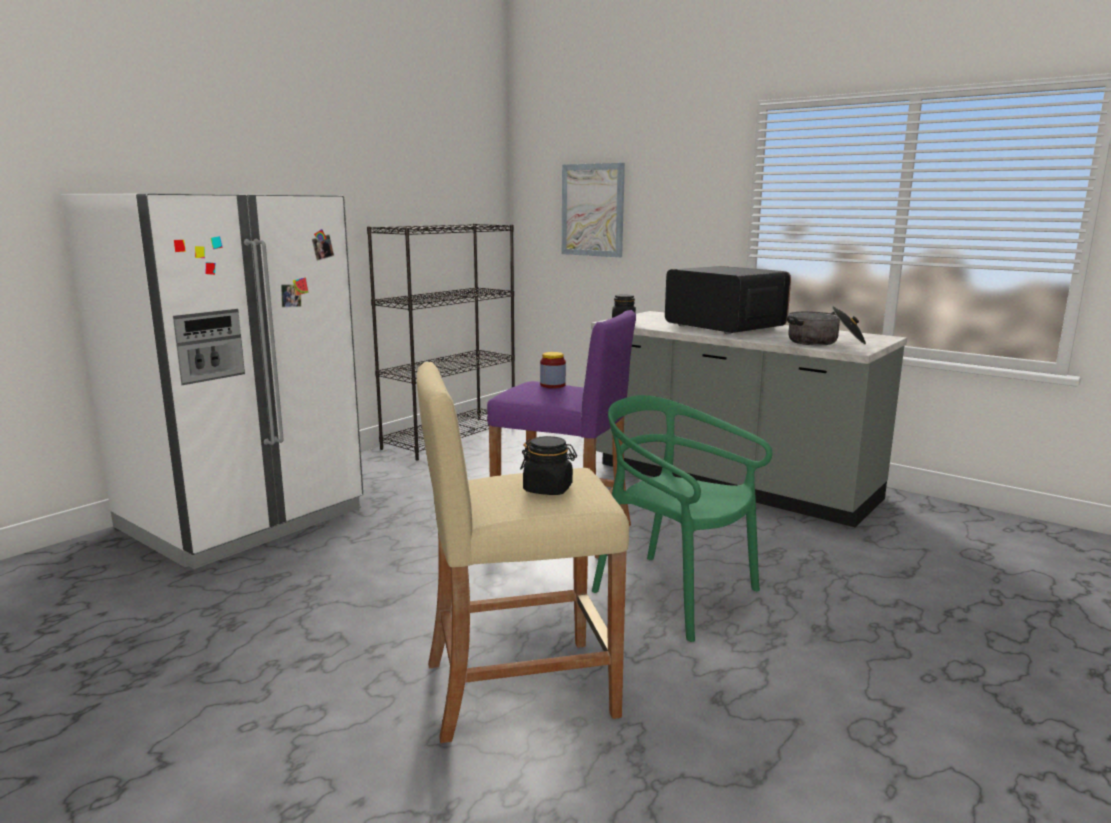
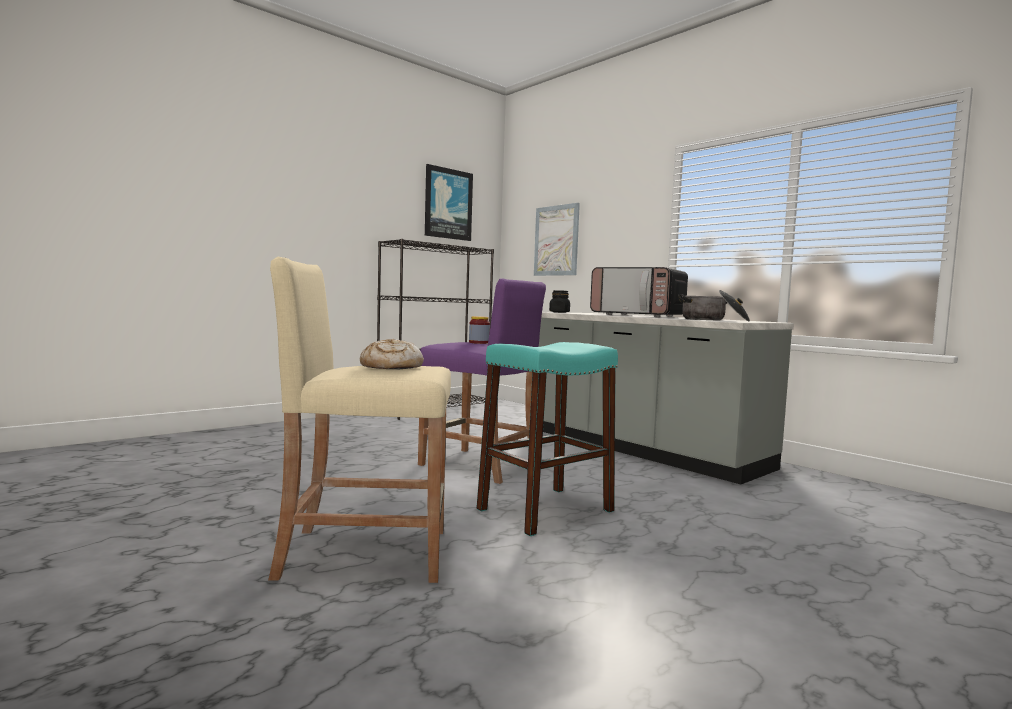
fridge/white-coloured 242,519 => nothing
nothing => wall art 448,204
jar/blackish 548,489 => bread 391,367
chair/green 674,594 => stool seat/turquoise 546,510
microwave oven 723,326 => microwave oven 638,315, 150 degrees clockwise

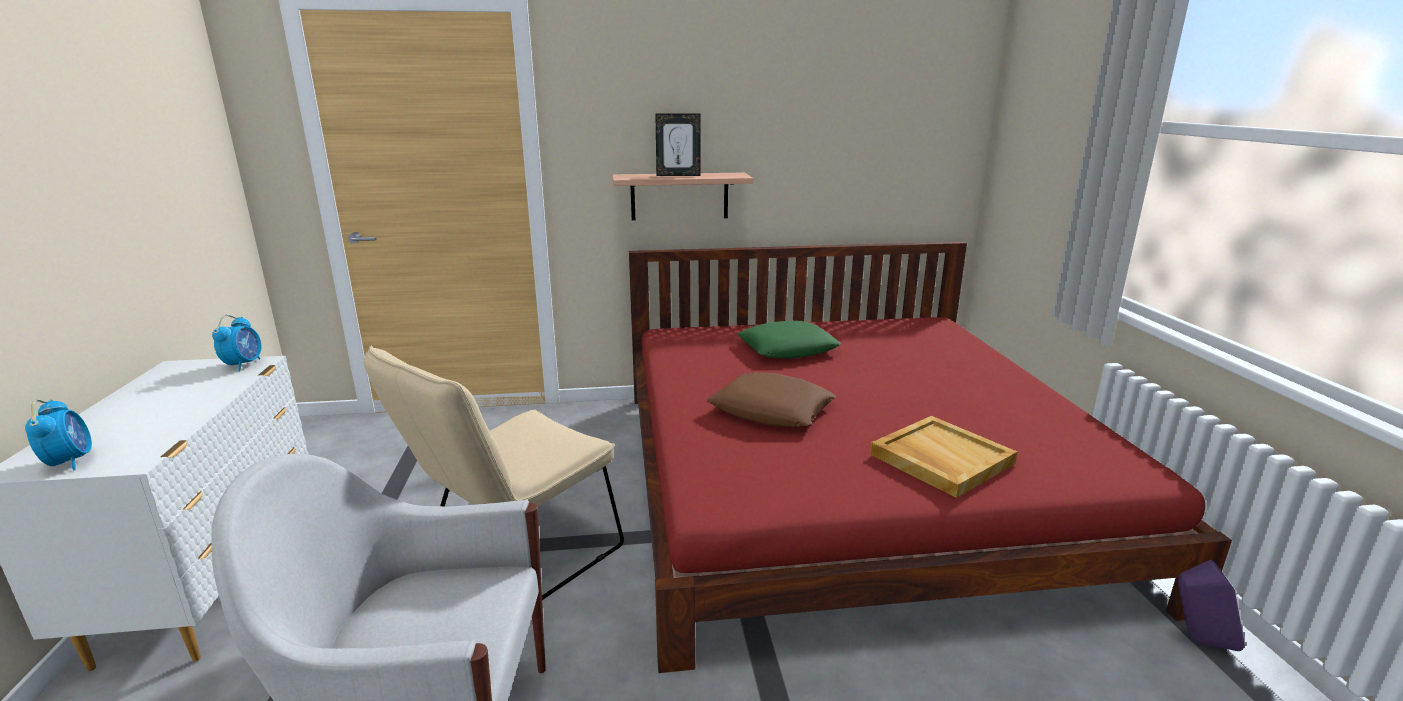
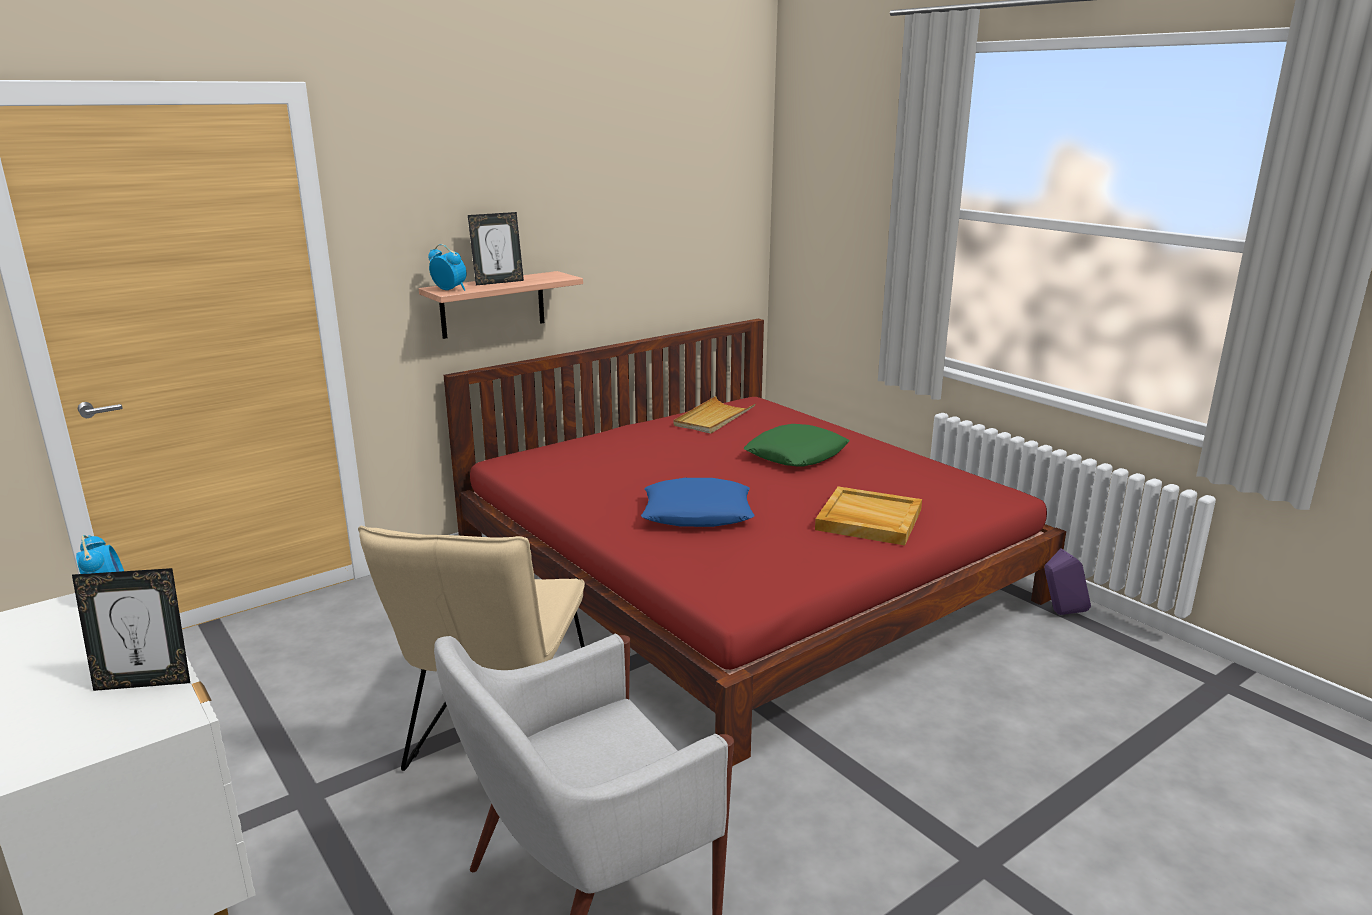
nothing => picture frame 145,682
nothing => serving tray/beige-coloured 713,418
bedside clock 70,462 => bedside clock 449,290, relocated
cushion/green 788,348 => cushion/green 796,454, relocated
cushion/brown 771,410 => cushion/blue-coloured 697,513

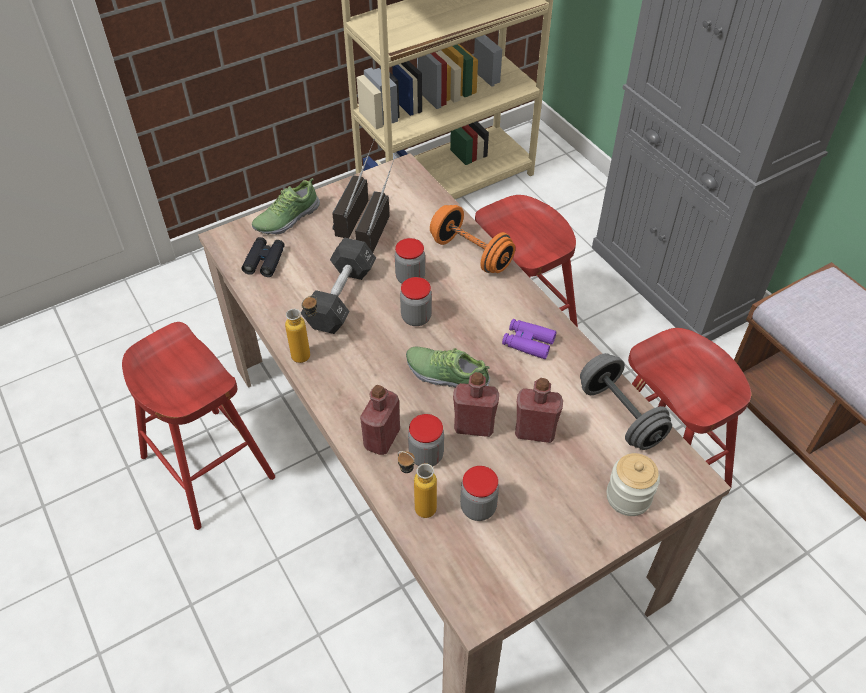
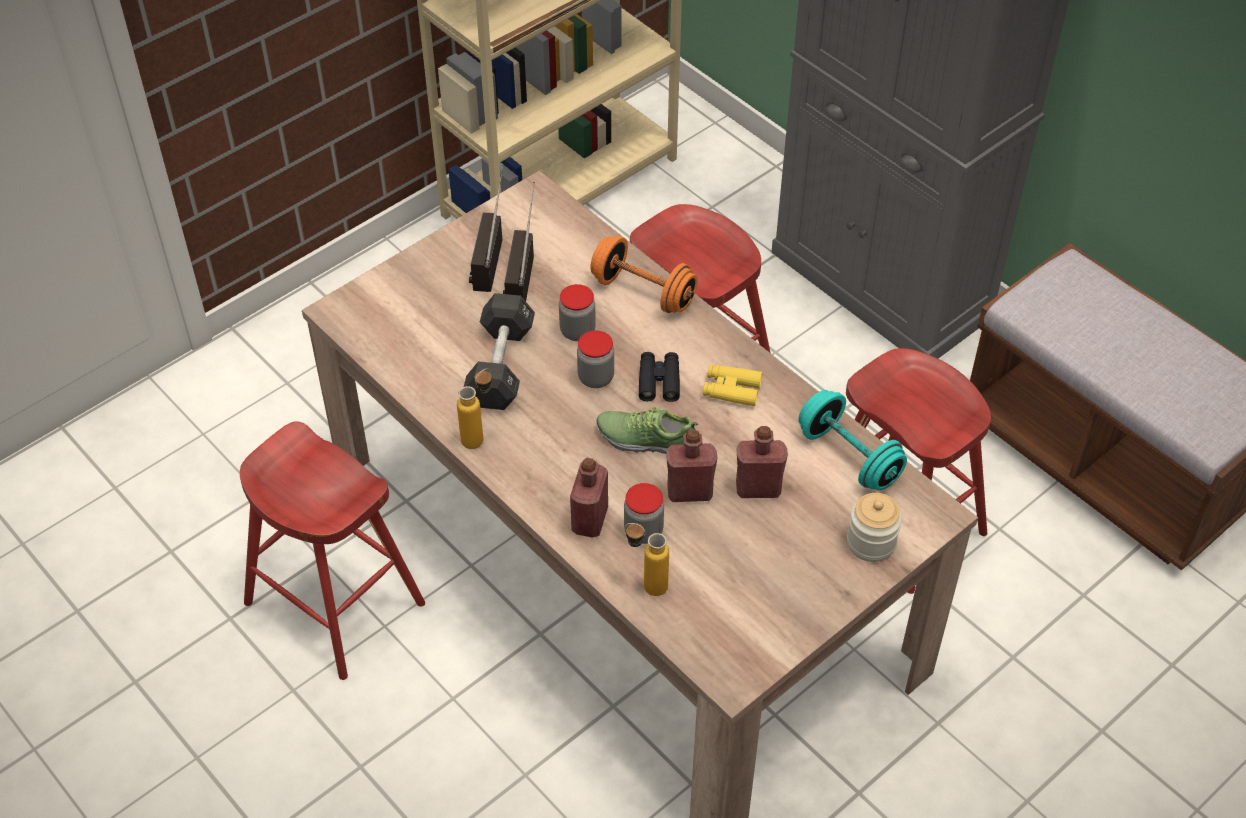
item of footwear 286,218 => nothing
jar 478,507 => nothing
field glasses/blackish 264,261 => field glasses/blackish 659,381, relocated
field glasses/purple-coloured 528,342 => field glasses/yellow 731,389
dumbbell/grey 620,415 => dumbbell/turquoise 849,457

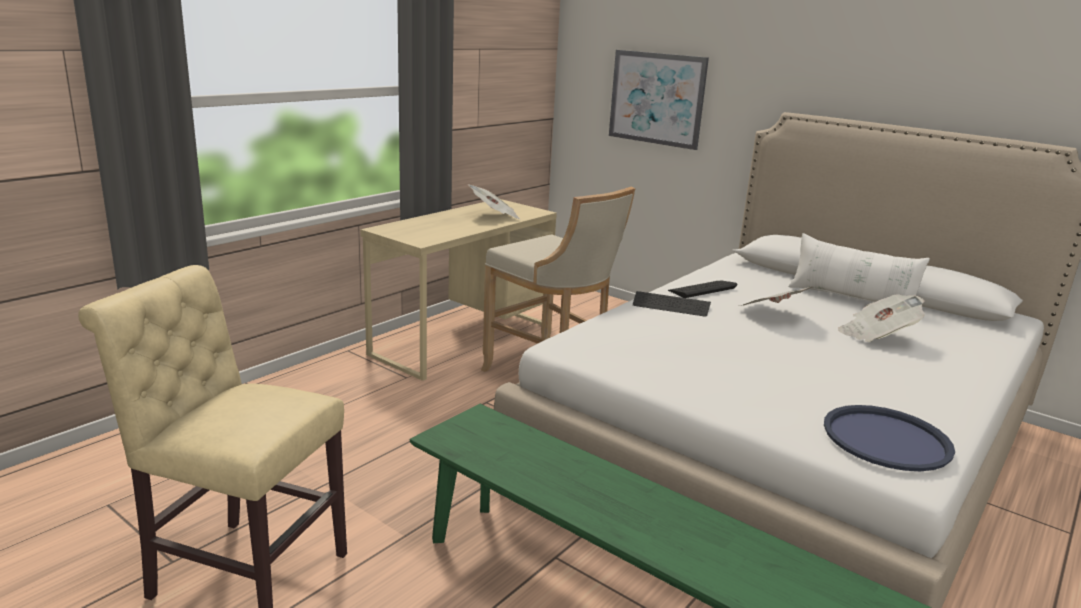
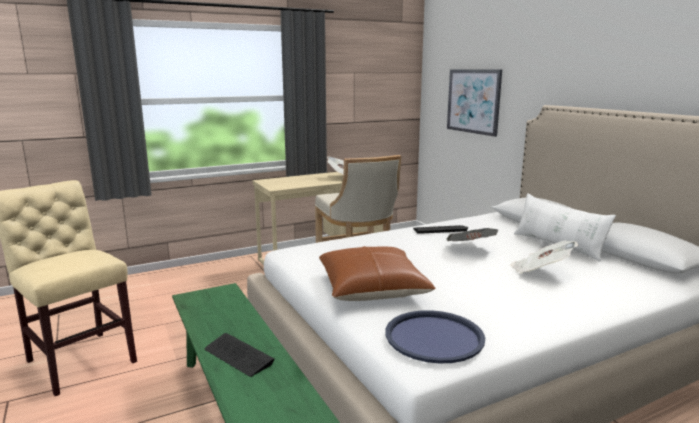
nothing => cushion/brown 372,288
PC keyboard 671,306 => PC keyboard 238,356, relocated

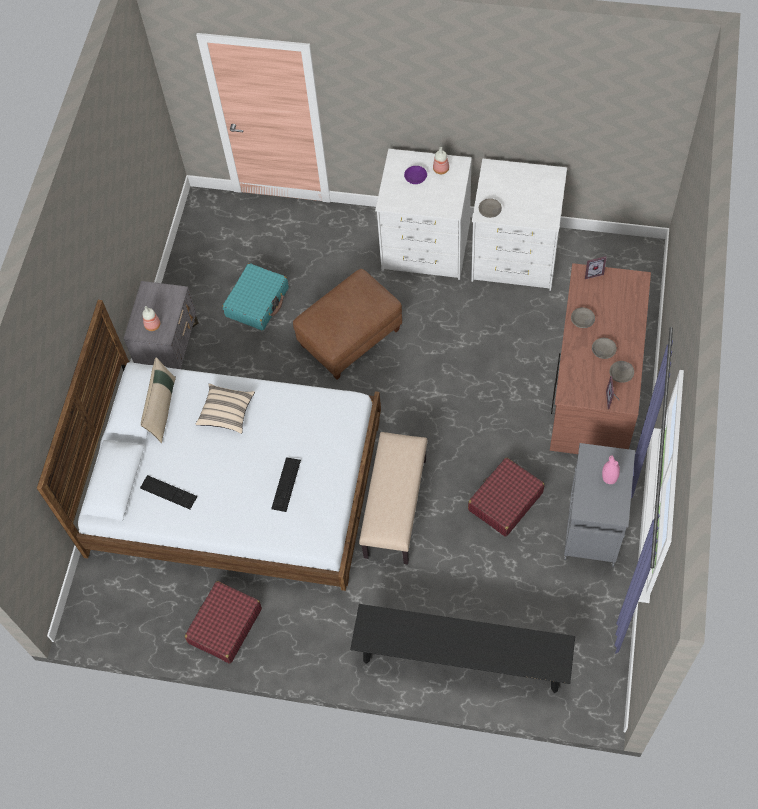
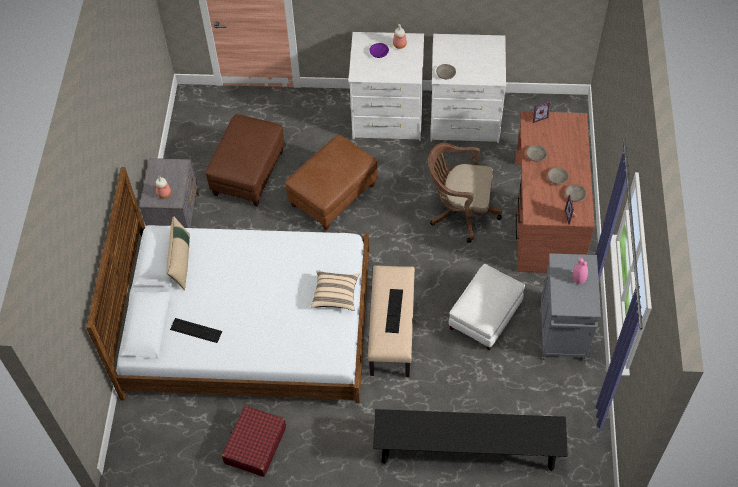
nothing => desk chair/brown 460,212
cushion/beige-coloured 226,413 => cushion/beige-coloured 335,295, relocated
PC keyboard 286,484 => PC keyboard 394,310, relocated
piece of luggage/turquoise 257,302 => footrest/brown 248,173
piece of luggage/red 505,501 => footrest/white-coloured 485,317

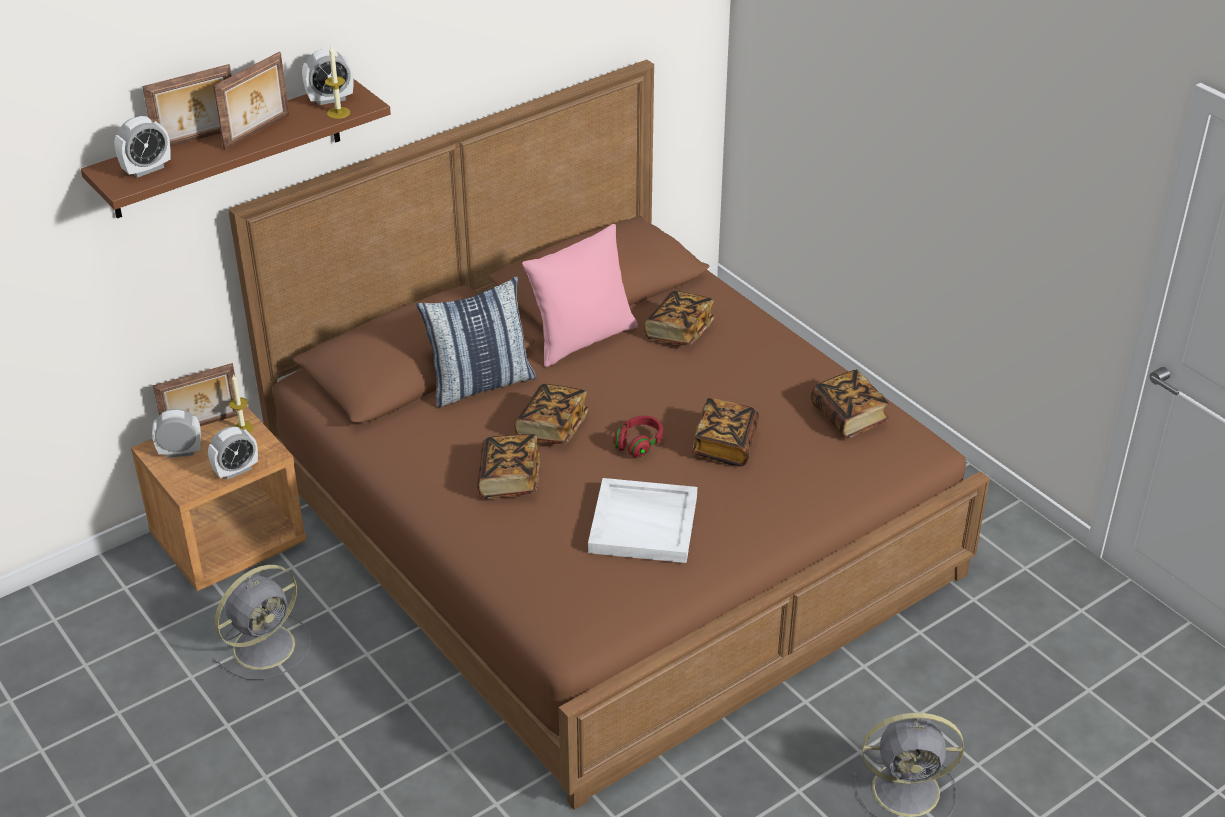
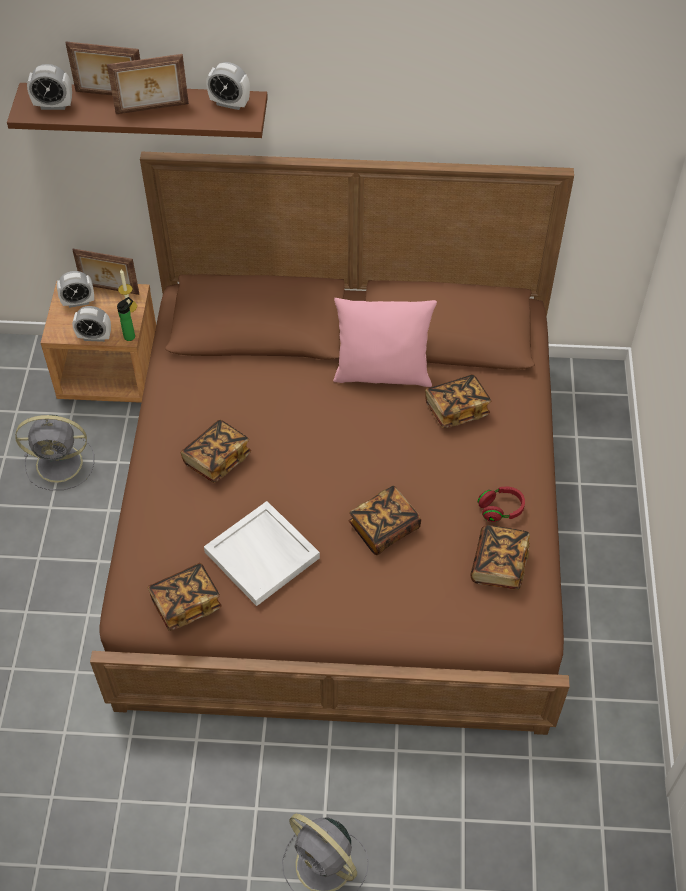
wax light 338,113 => nothing
cushion 480,384 => nothing
nothing => bottle 131,335
bound book 552,427 => bound book 186,603, relocated
headphones/red 639,444 => headphones/red 501,509, relocated
bedside clock 180,452 => bedside clock 78,302, 135 degrees clockwise

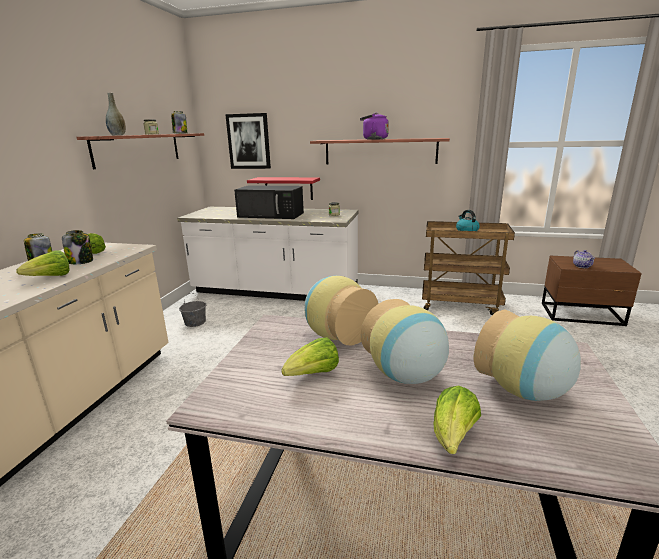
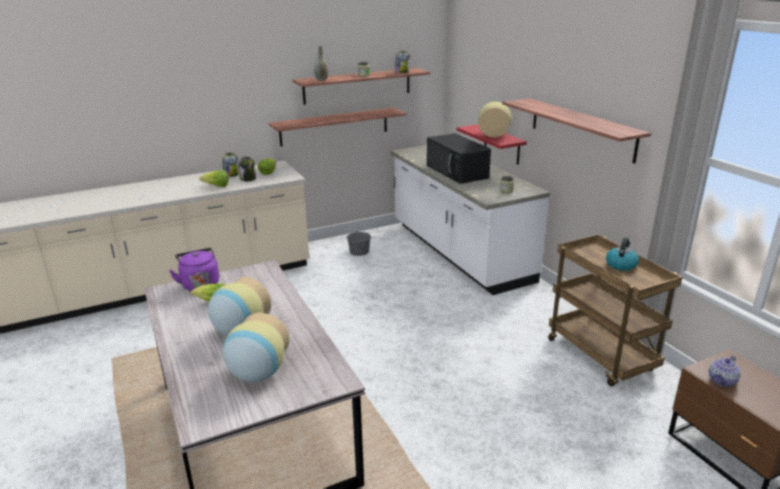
wall art 249,141 => nothing
lettuce 453,437 => nothing
nothing => wall shelf 334,126
decorative vase 337,335 => decorative vase 493,135, relocated
kettle/purple-coloured 373,139 => kettle/purple-coloured 200,284, relocated

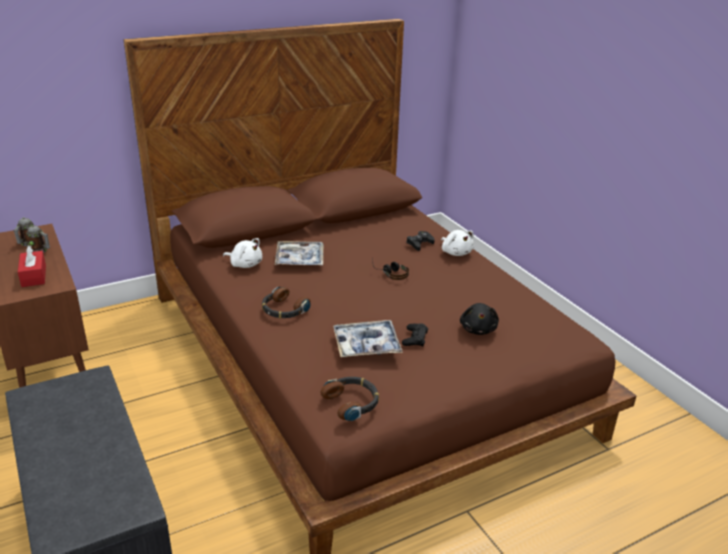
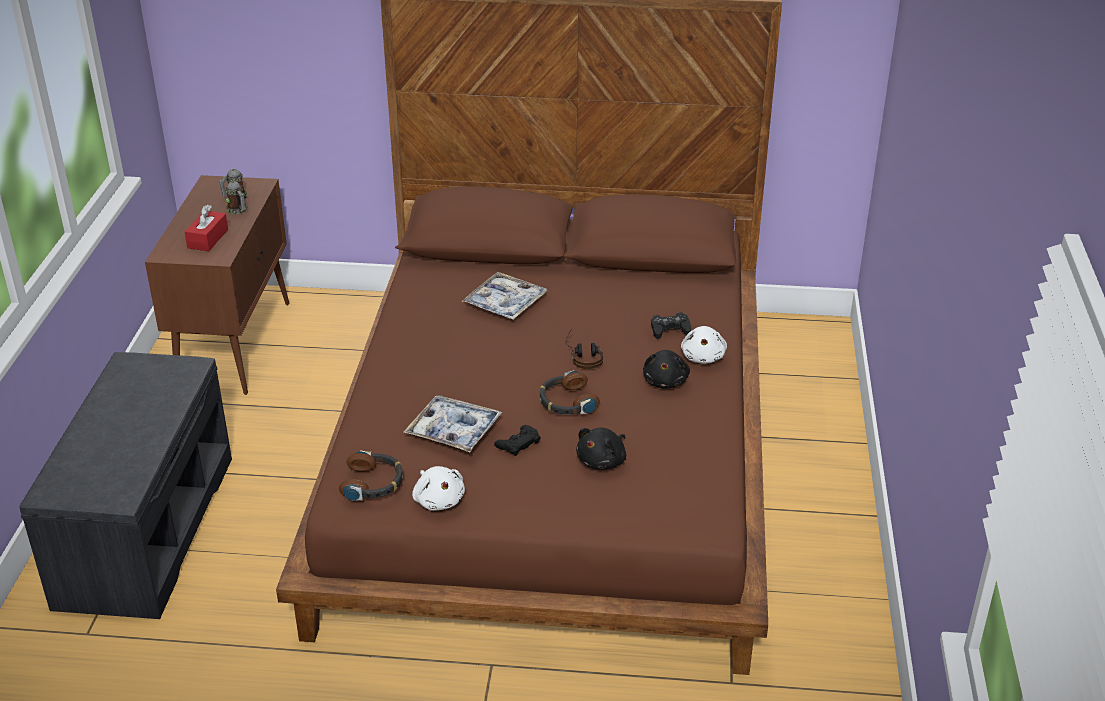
nothing => plush toy/blackish 665,381
plush toy/white-coloured 245,264 => plush toy/white-coloured 438,500, relocated
headphones 284,310 => headphones 567,401, relocated

